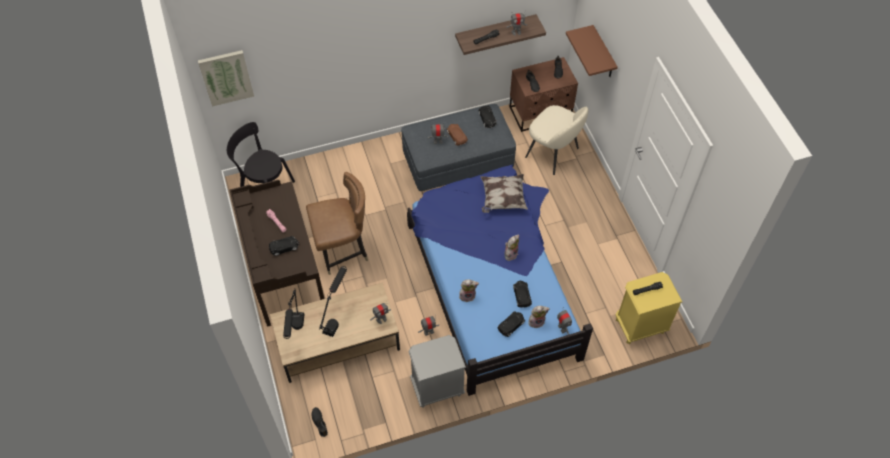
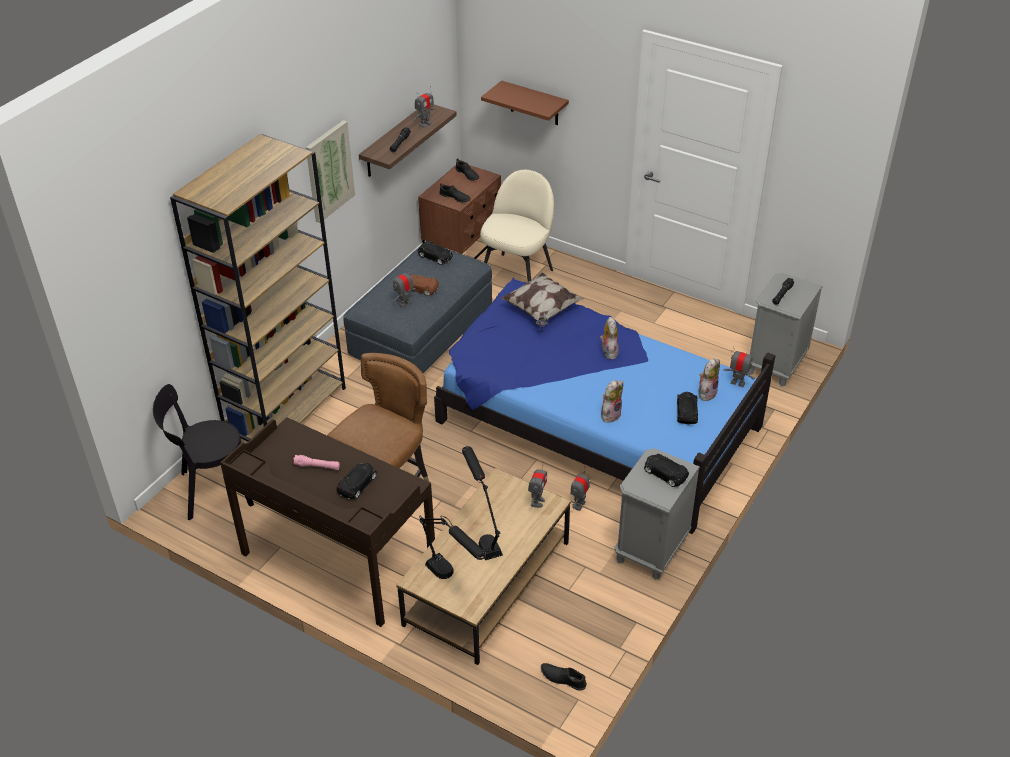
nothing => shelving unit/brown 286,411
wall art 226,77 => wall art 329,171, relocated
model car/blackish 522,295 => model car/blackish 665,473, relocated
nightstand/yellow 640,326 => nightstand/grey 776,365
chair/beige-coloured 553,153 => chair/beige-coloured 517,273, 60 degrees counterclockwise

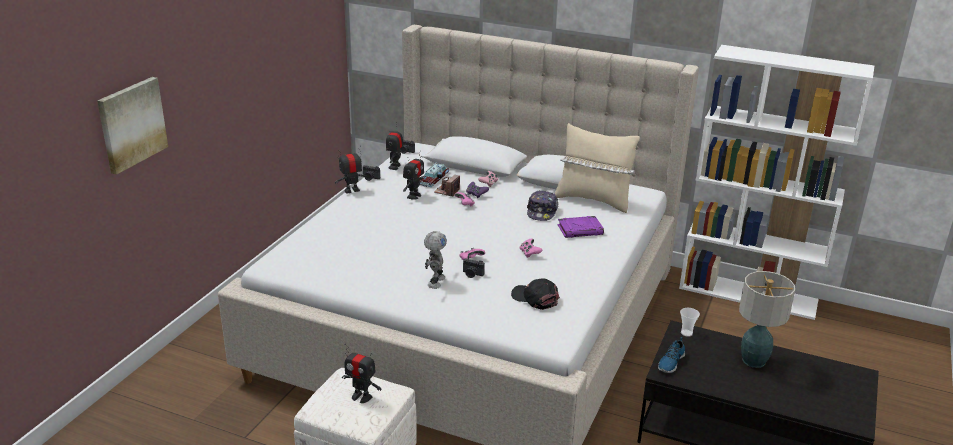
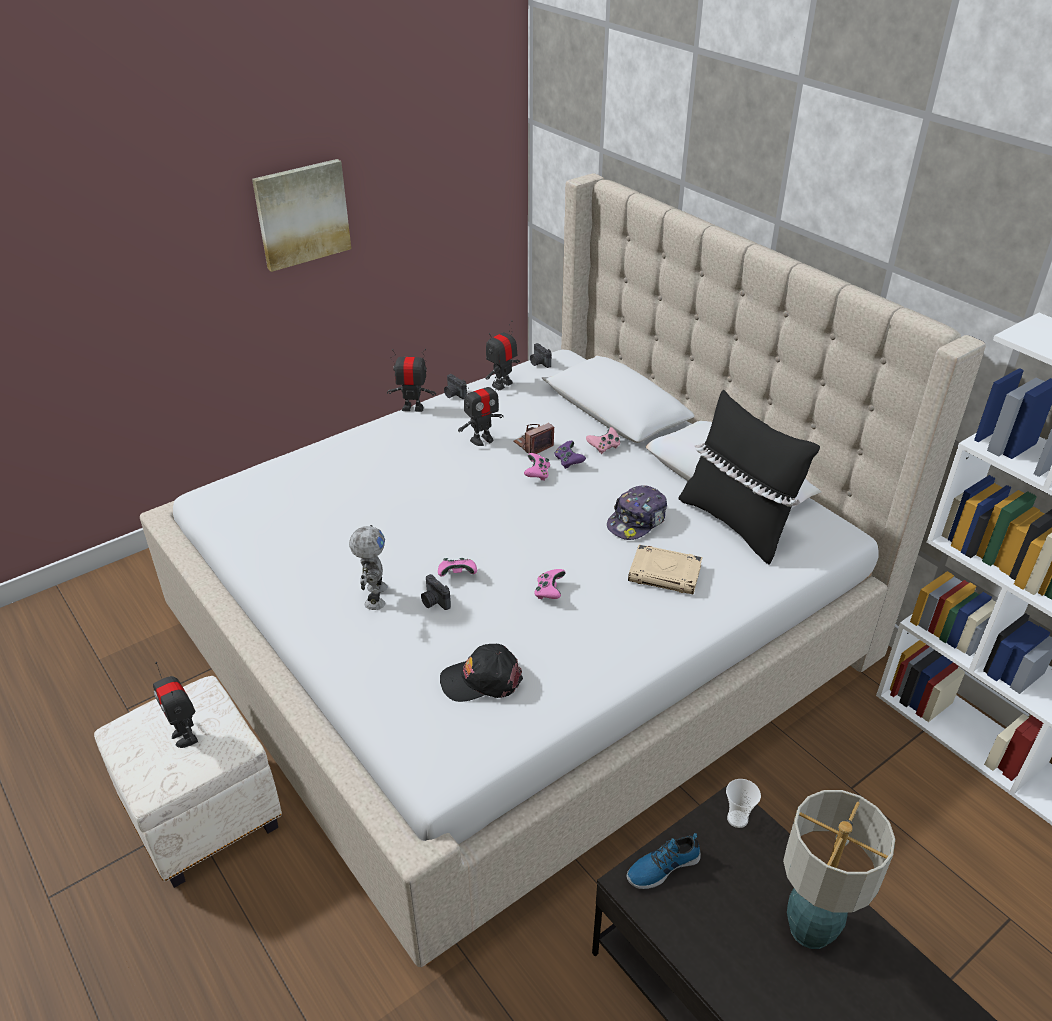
model car 434,179 => nothing
wall art 131,124 => wall art 302,214, relocated
cushion/beige-coloured 593,200 => cushion/blackish 736,523
bound book/purple-coloured 580,230 => bound book/beige-coloured 665,574
robot figure 435,281 => robot figure 374,596, 45 degrees counterclockwise
baseball cap/blackish 535,298 => baseball cap/blackish 482,680, 75 degrees counterclockwise

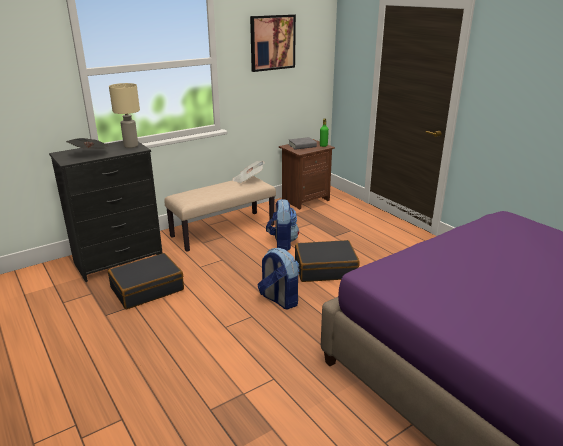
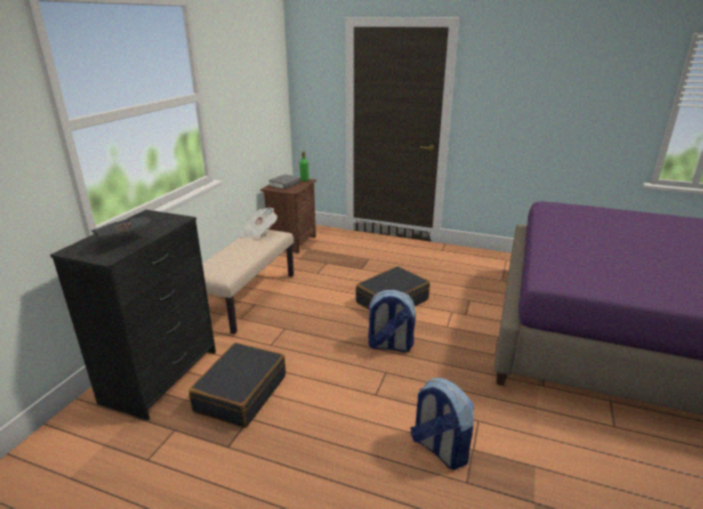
lamp for a table/beige-coloured 130,146 => nothing
wall art 272,42 => nothing
rucksack 282,243 => rucksack 439,449, relocated

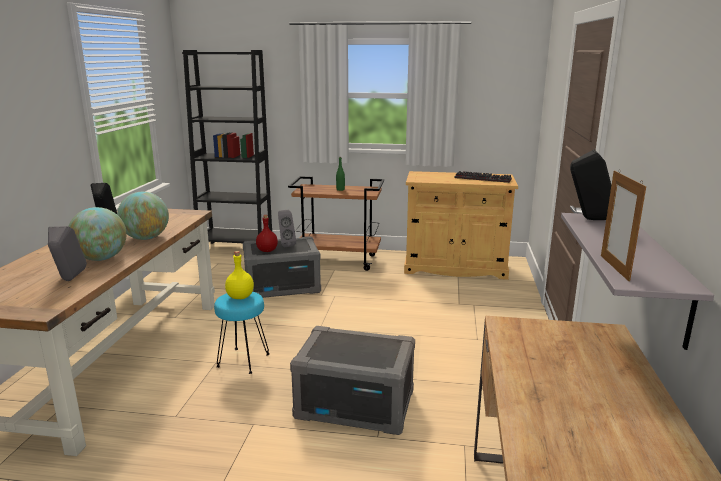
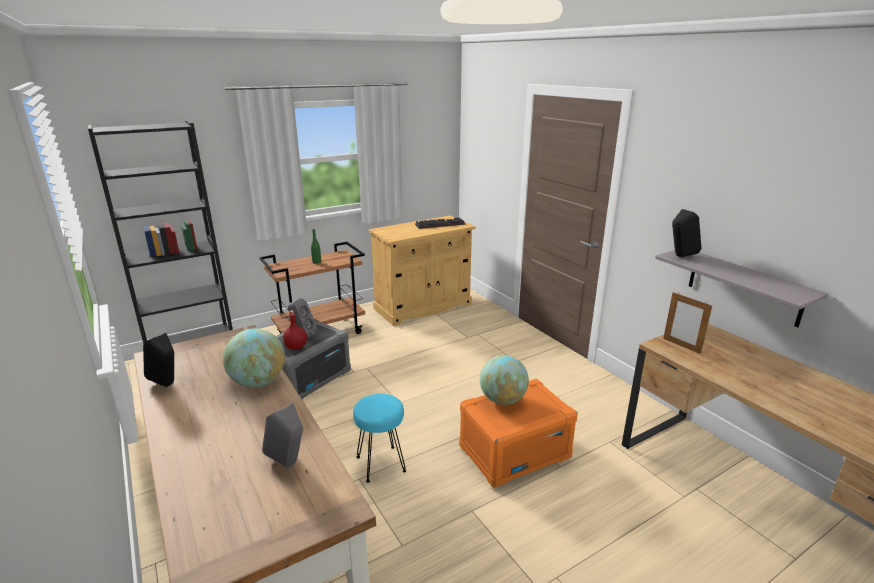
bottle/yellow 240,297 => nothing
world globe 101,259 => world globe 502,400, relocated
picture frame 614,268 => picture frame 681,346, relocated
storage container/grey 356,404 => storage container/orange 514,451

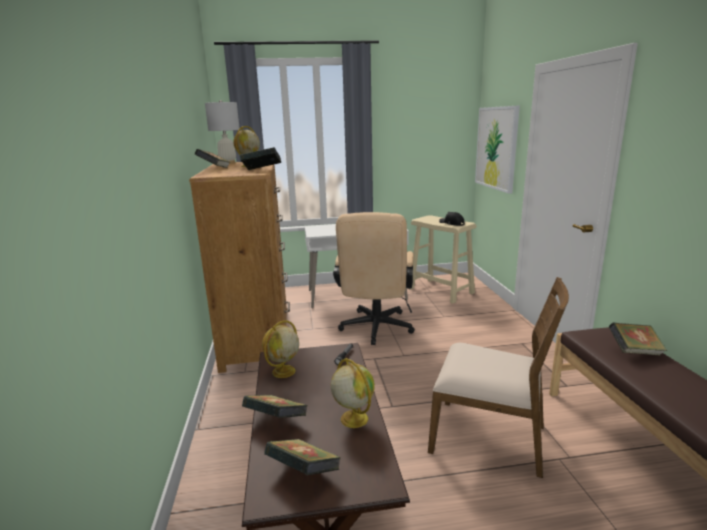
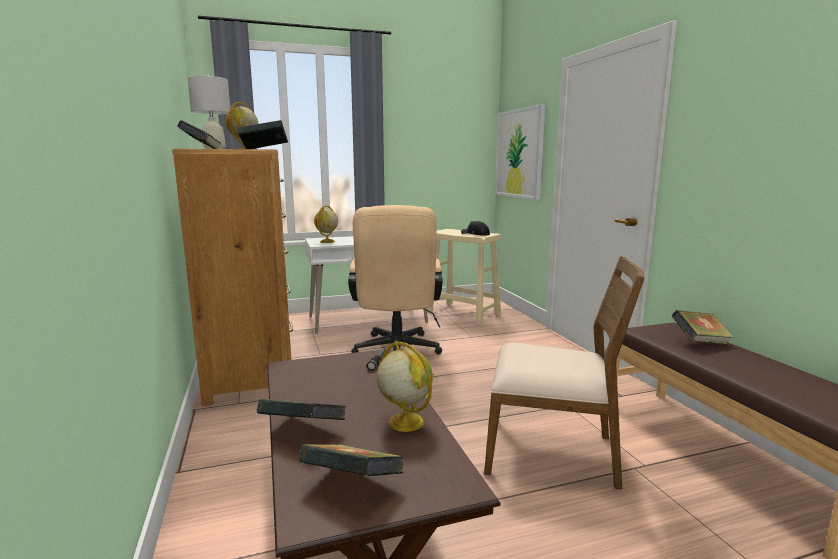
world globe 283,372 => world globe 327,242, relocated

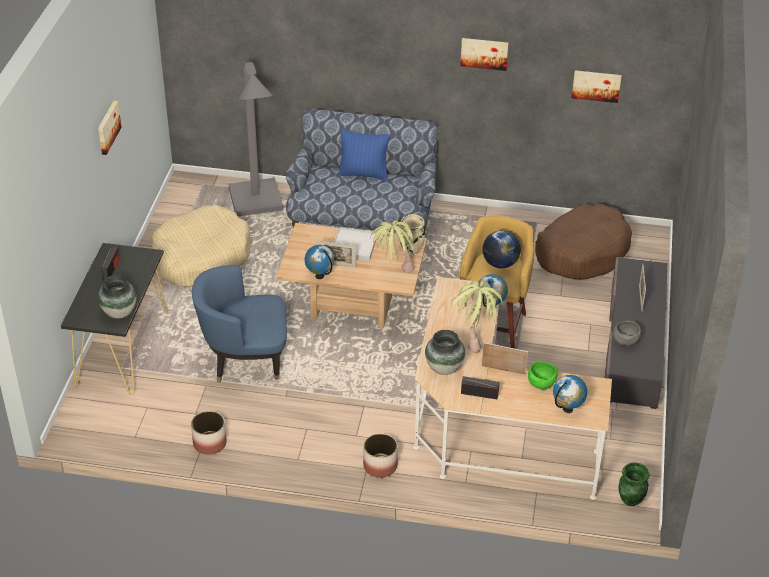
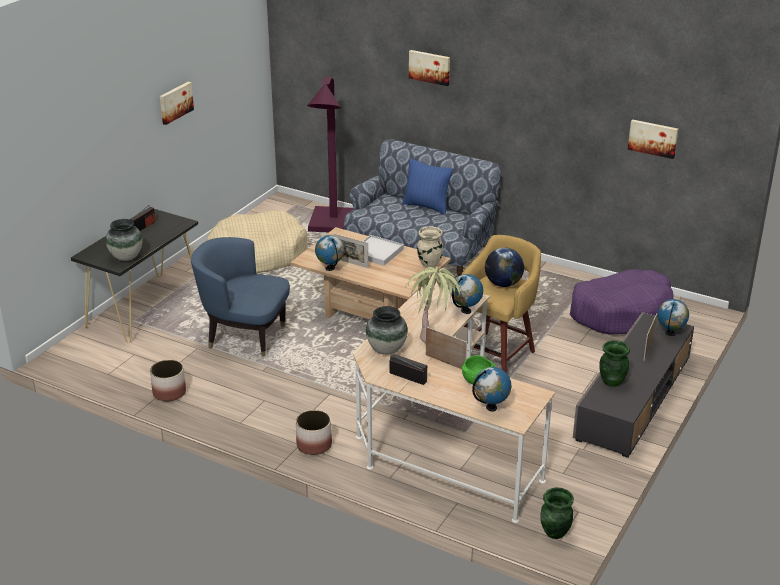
plant in a pot 393,273 => nothing
nothing => world globe 670,333
wall art 484,53 => wall art 430,67, relocated
serving bowl/grey 625,341 => decorative vase/green 611,381
standing lamp/grey 257,205 => standing lamp/purple-coloured 332,227
pet bed/brown 582,252 => pet bed/purple-coloured 621,313

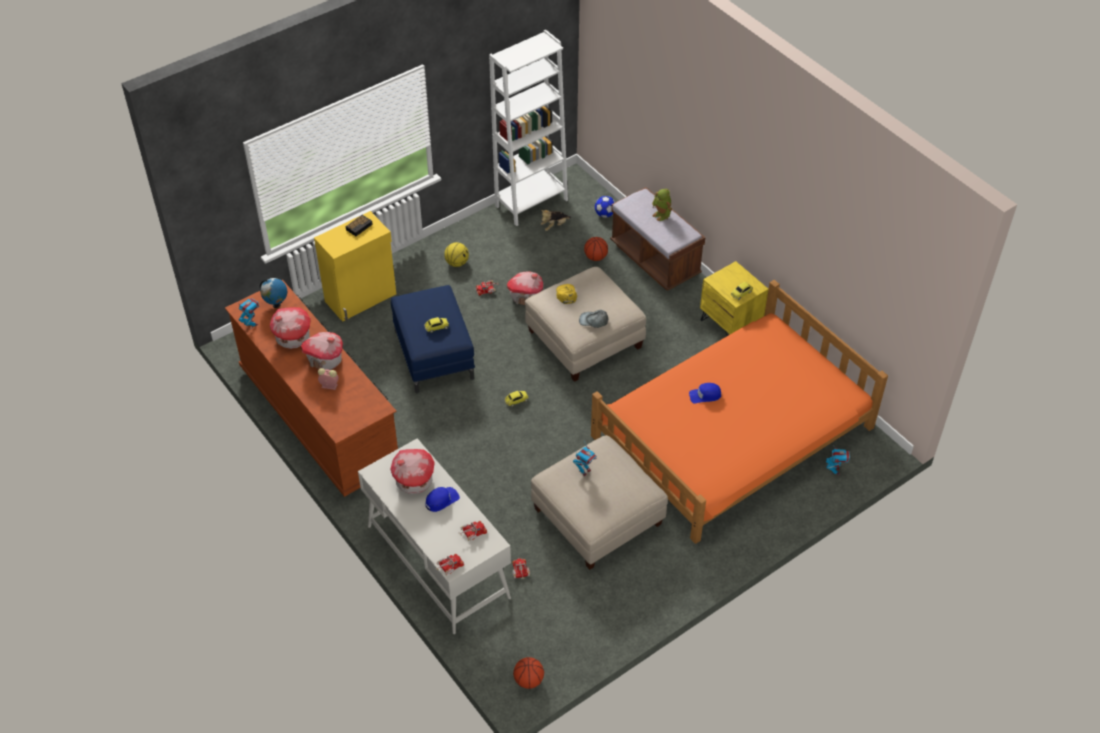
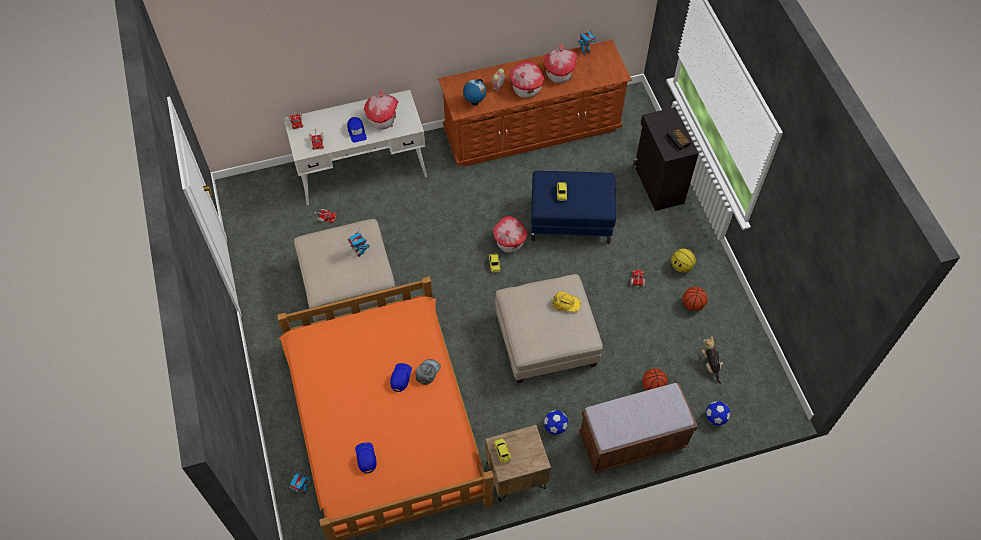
shelving unit/white-coloured 531,203 => nothing
robot figure 662,215 => nothing
nothing => baseball cap/blue-coloured 366,458
nothing => football ball 555,427
world globe 276,305 => world globe 474,102, relocated
miniature house 526,296 => miniature house 510,242, relocated
basketball 528,680 => basketball 692,304, relocated
baseball cap/grey 593,320 => baseball cap/grey 427,372, relocated
cabinet/yellow 361,298 => cabinet/blackish 658,185
nightstand/yellow 730,325 => nightstand/brown 516,476

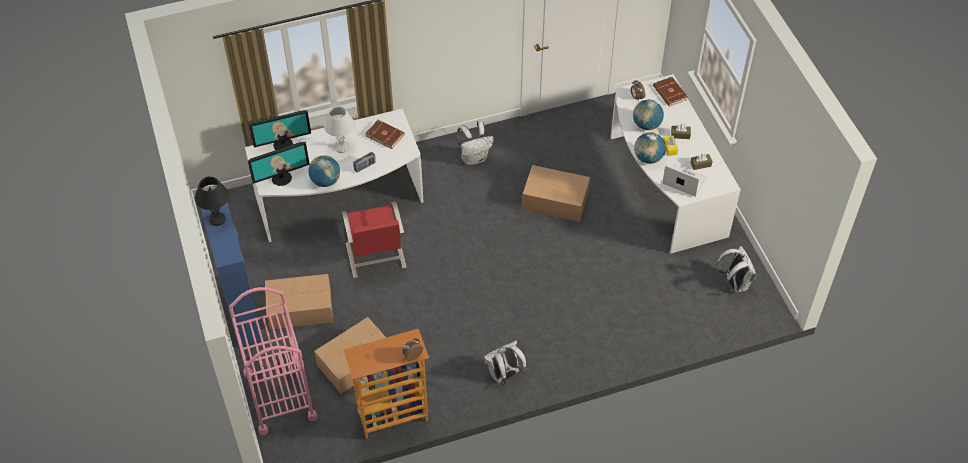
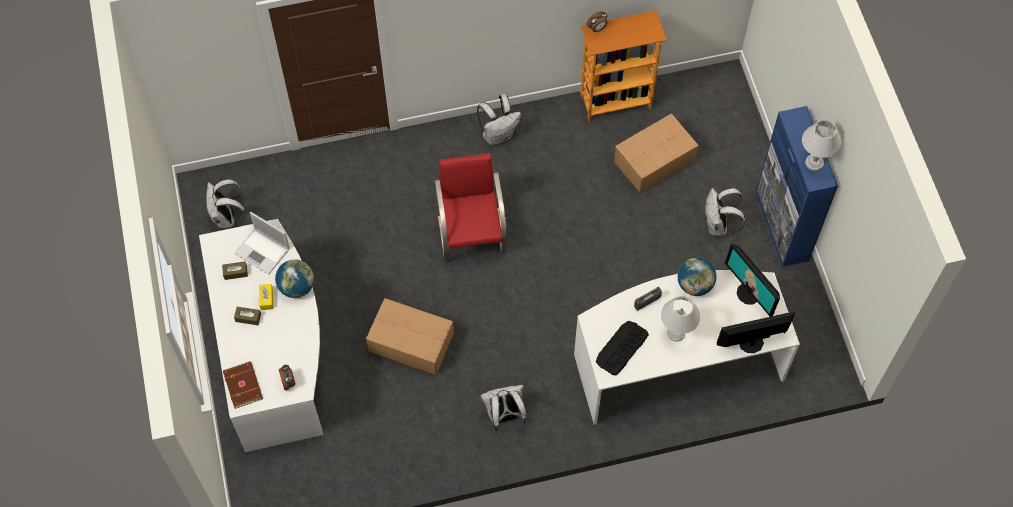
trolley/pink-coloured 280,395 => nothing
world globe 646,125 => nothing
chair/red 375,256 => chair/red 472,233, relocated
cardboard box 299,308 => rucksack/white-coloured 718,226
bound book/brown 385,134 => PC keyboard 621,348
lamp for a table/blackish 218,219 => lamp for a table/white-coloured 813,162
monitor 281,178 => monitor 748,293, 105 degrees counterclockwise

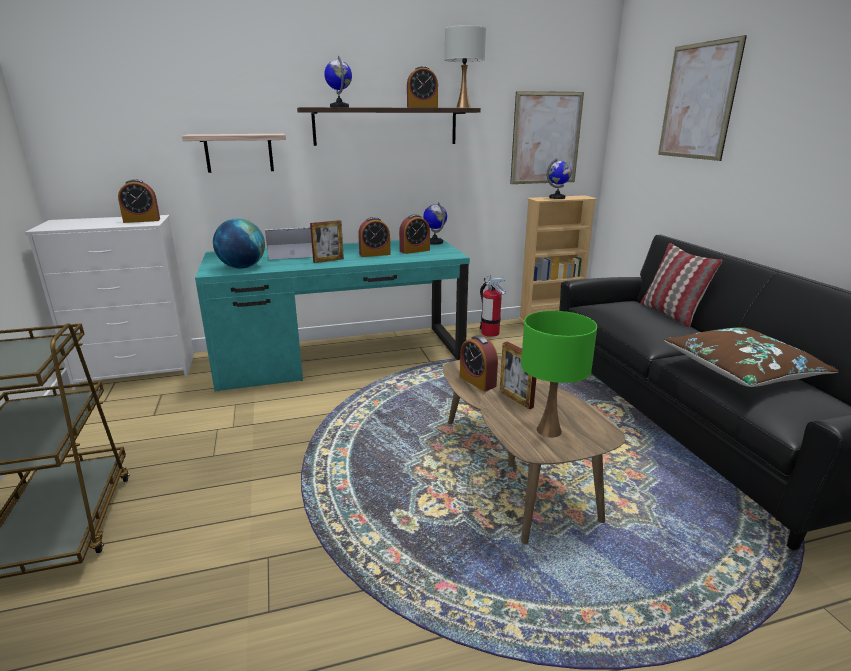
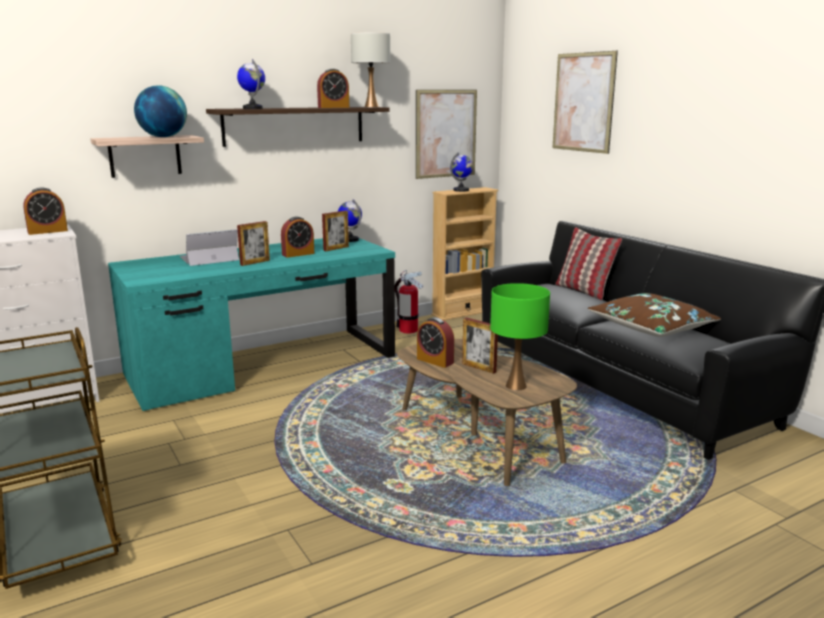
world globe 242,267 => world globe 163,137, relocated
bedside clock 414,250 => picture frame 336,248

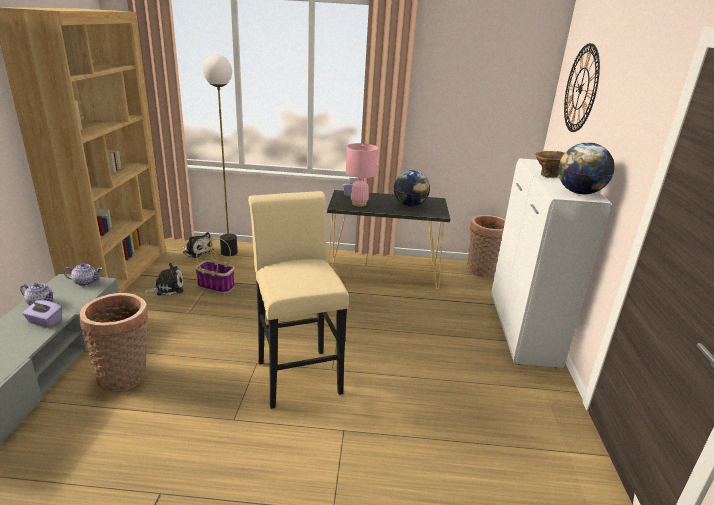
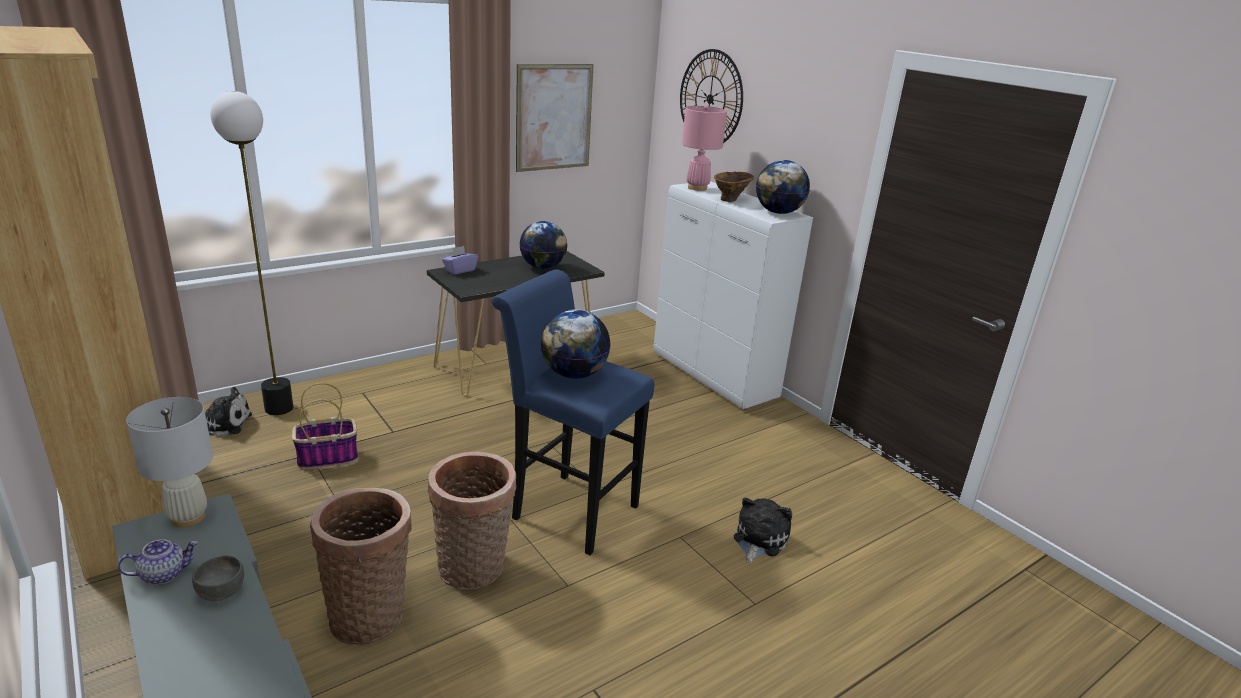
nothing => wall art 554,117
nothing => world globe 573,374
plush toy 167,288 => plush toy 758,539, relocated
lamp for a table/pink-coloured 359,204 => lamp for a table/pink-coloured 697,188, relocated
basket 482,271 => basket 474,569, relocated
tissue holder/purple-coloured 45,322 => serving bowl/grey 222,591
teapot 86,282 => lamp for a table/white-coloured 188,517
stool seat/beige-coloured 297,372 => stool seat/blue-coloured 568,508

